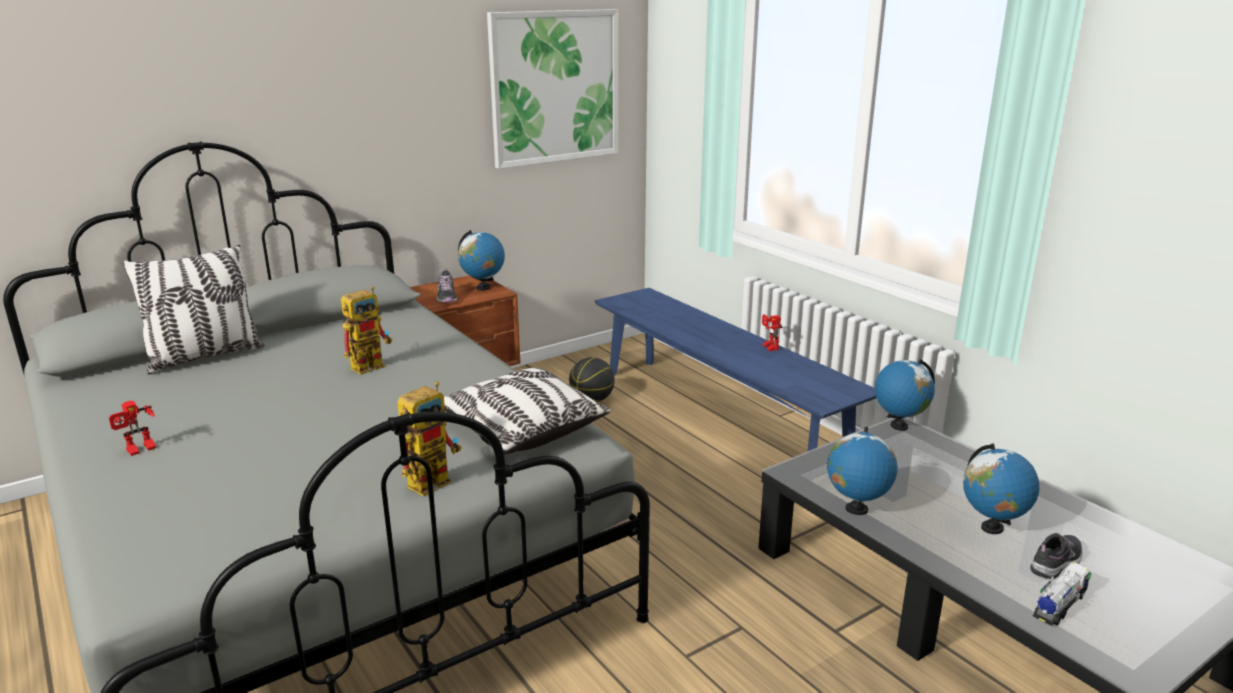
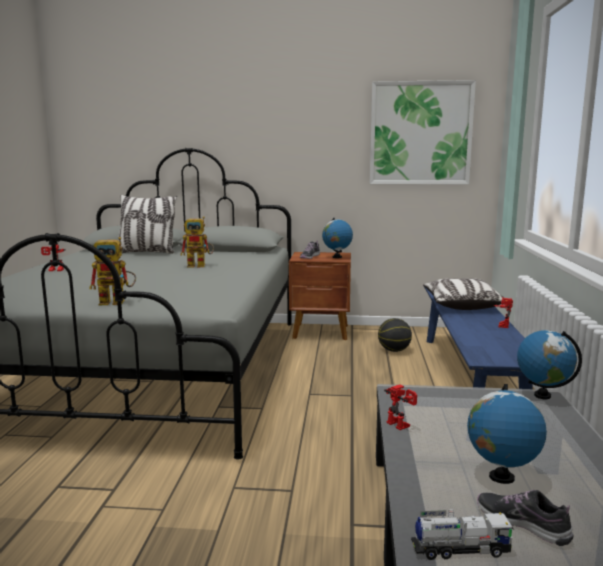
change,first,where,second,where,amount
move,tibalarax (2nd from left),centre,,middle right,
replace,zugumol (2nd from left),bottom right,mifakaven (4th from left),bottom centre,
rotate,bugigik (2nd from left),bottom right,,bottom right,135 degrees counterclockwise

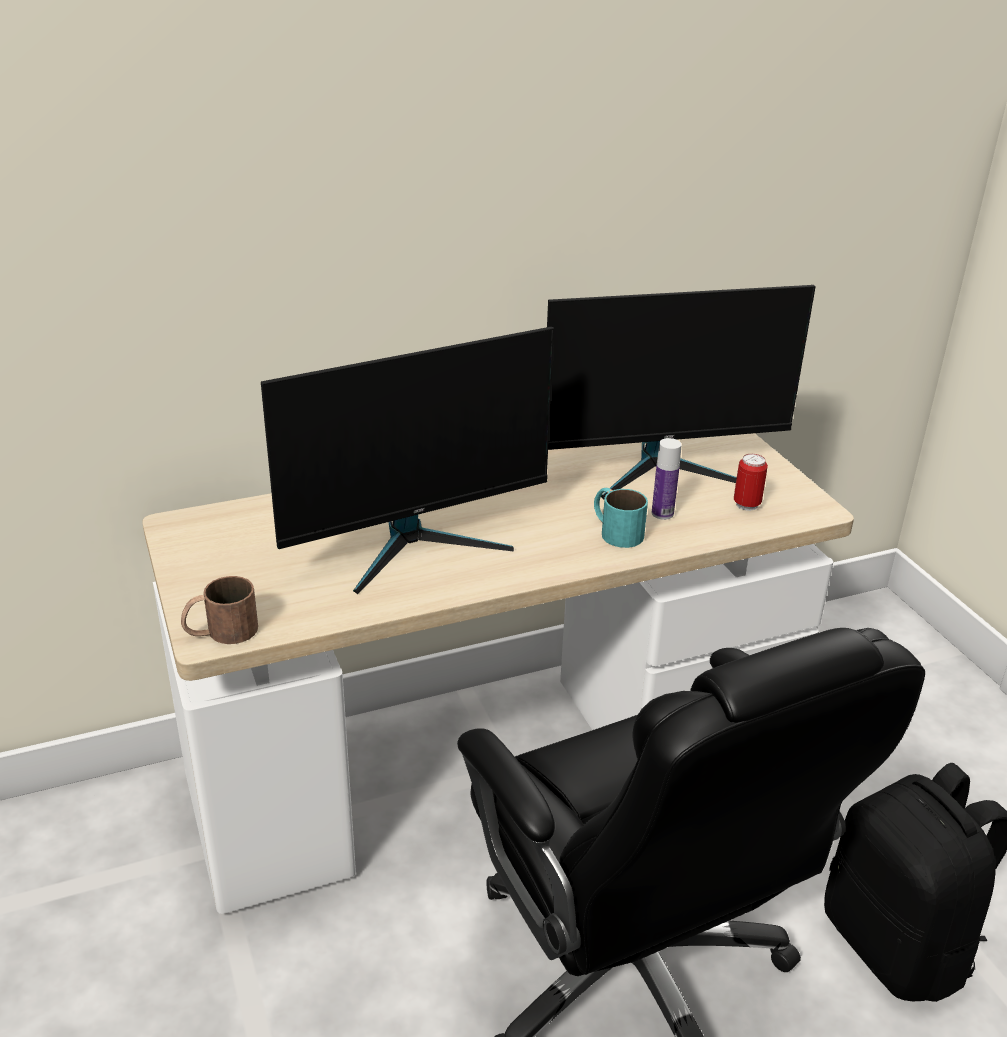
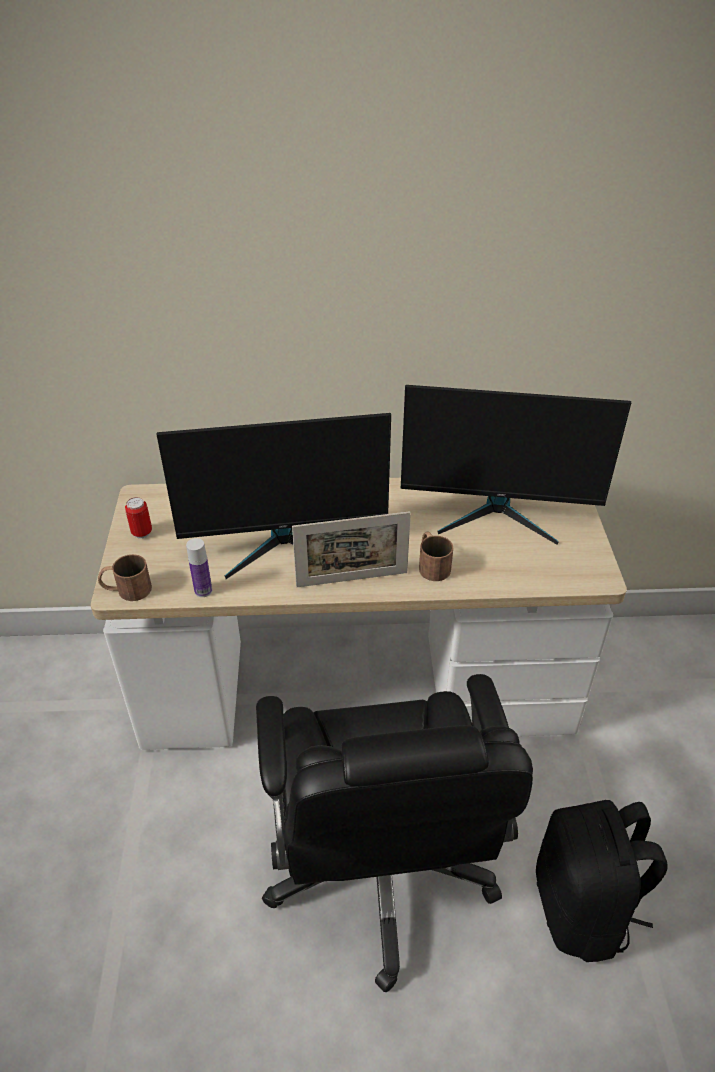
change,first,where,second,where,amount
recolor,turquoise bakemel,centre,brown bakemel (2nd from left),centre,
move,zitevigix,centre,,middle left,
move,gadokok,middle right,,middle left,
insert,,,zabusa,centre,

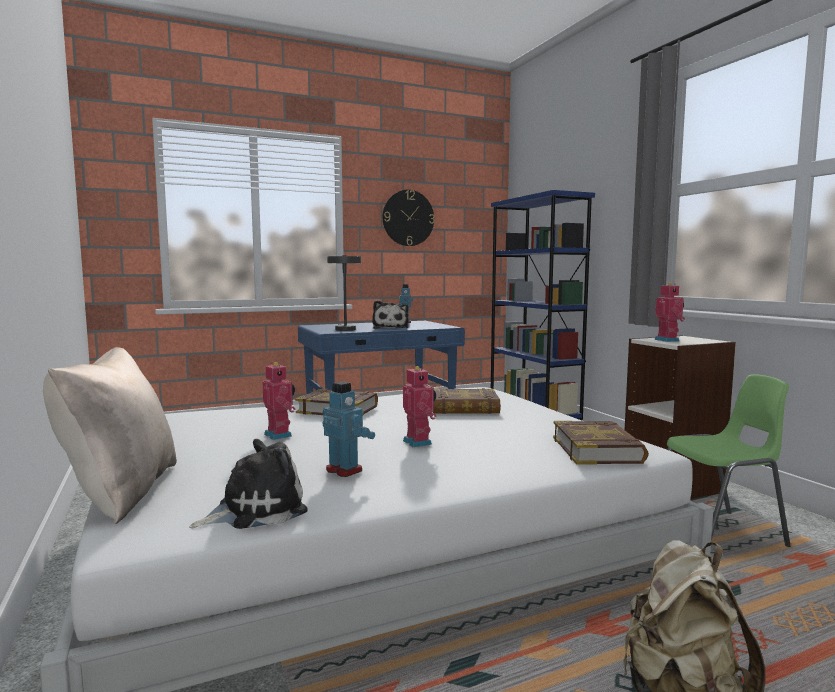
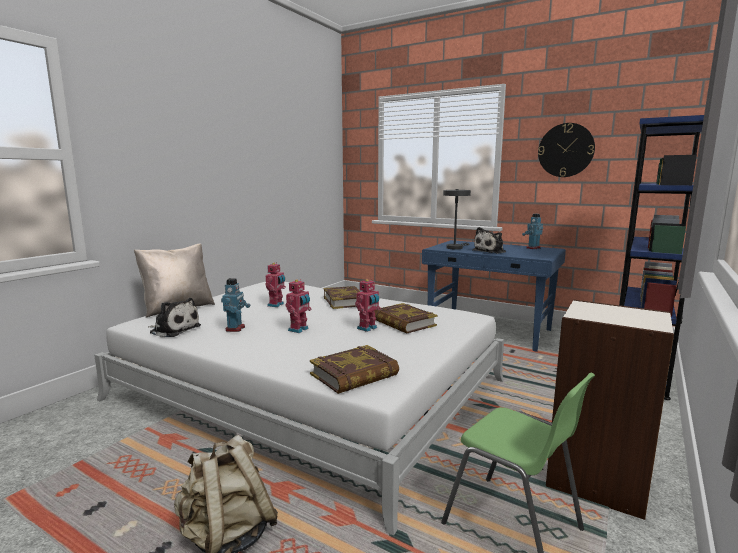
change,first,where,second,where,amount
move,mifakaven (5th from left in the first image),middle right,mifakaven (4th from left),centre,

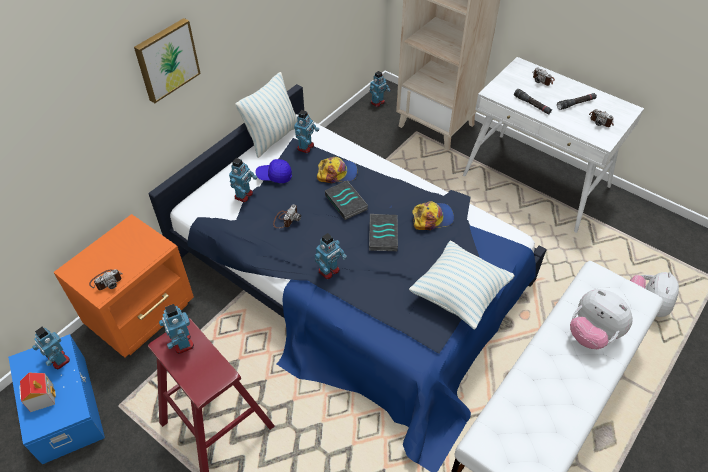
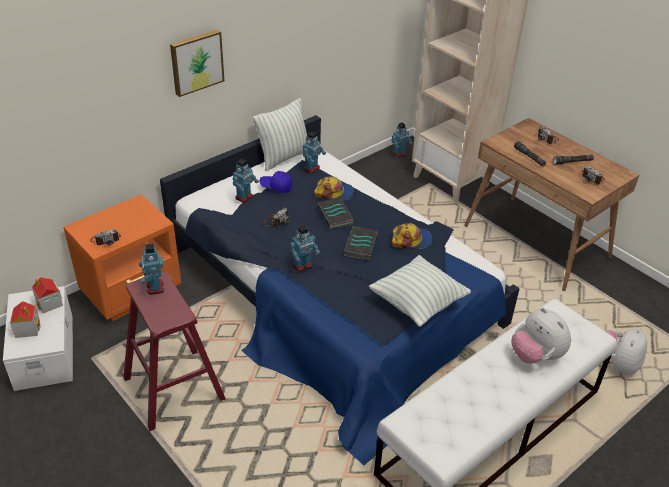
change,first,where,second,where,amount
recolor,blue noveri,bottom left,white noveri,bottom left,
replace,mifakaven (1st from left),bottom left,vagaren (2nd from left),middle left,
recolor,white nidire,top right,brown nidire,middle right,

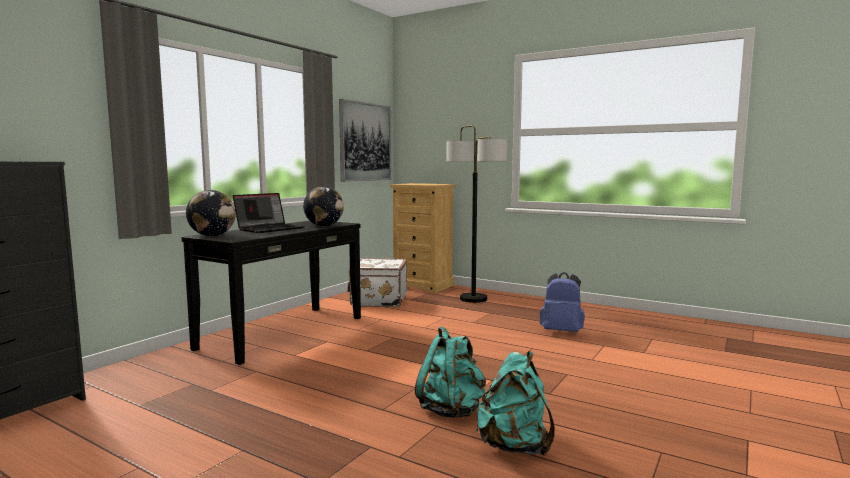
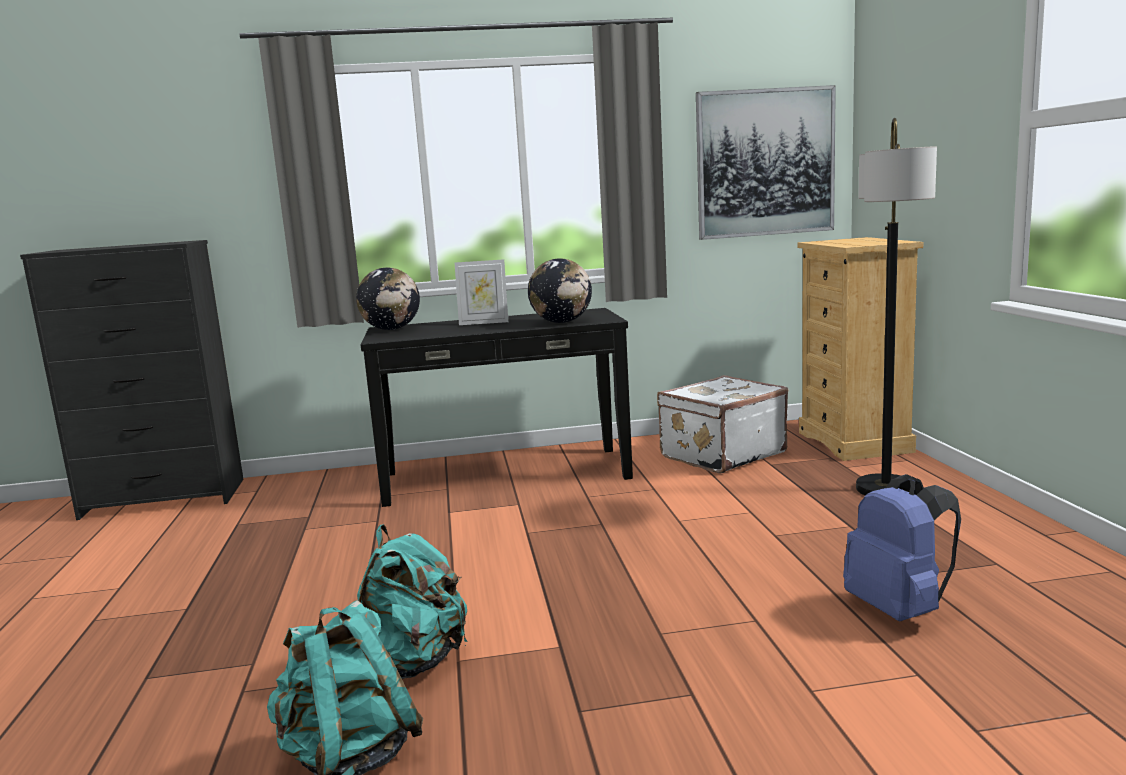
change,first,where,second,where,amount
replace,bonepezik,middle left,zabusa,centre,

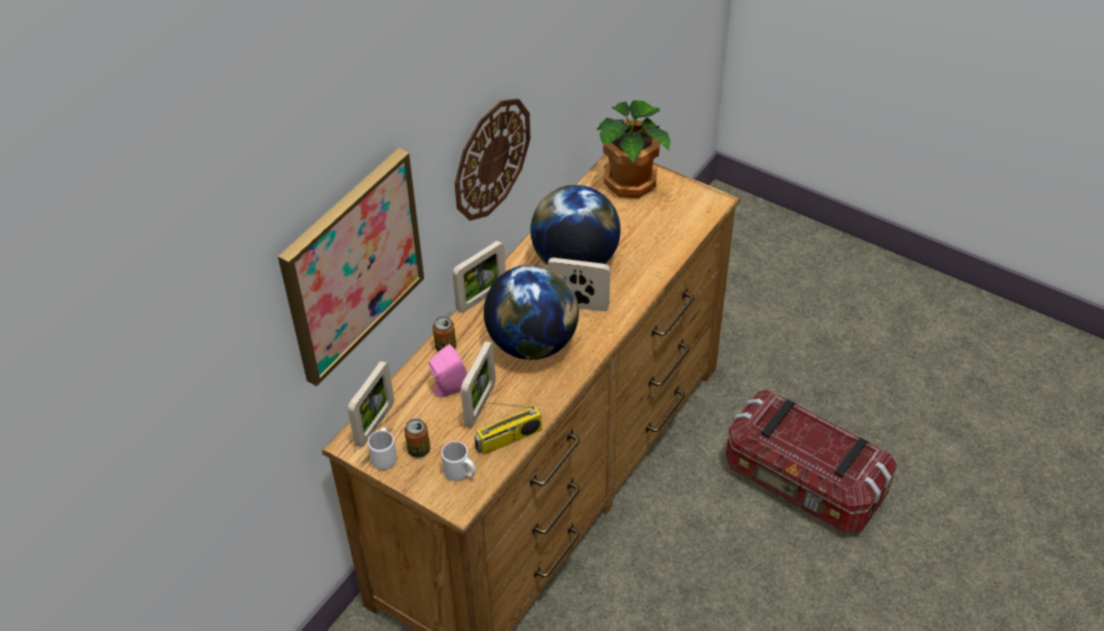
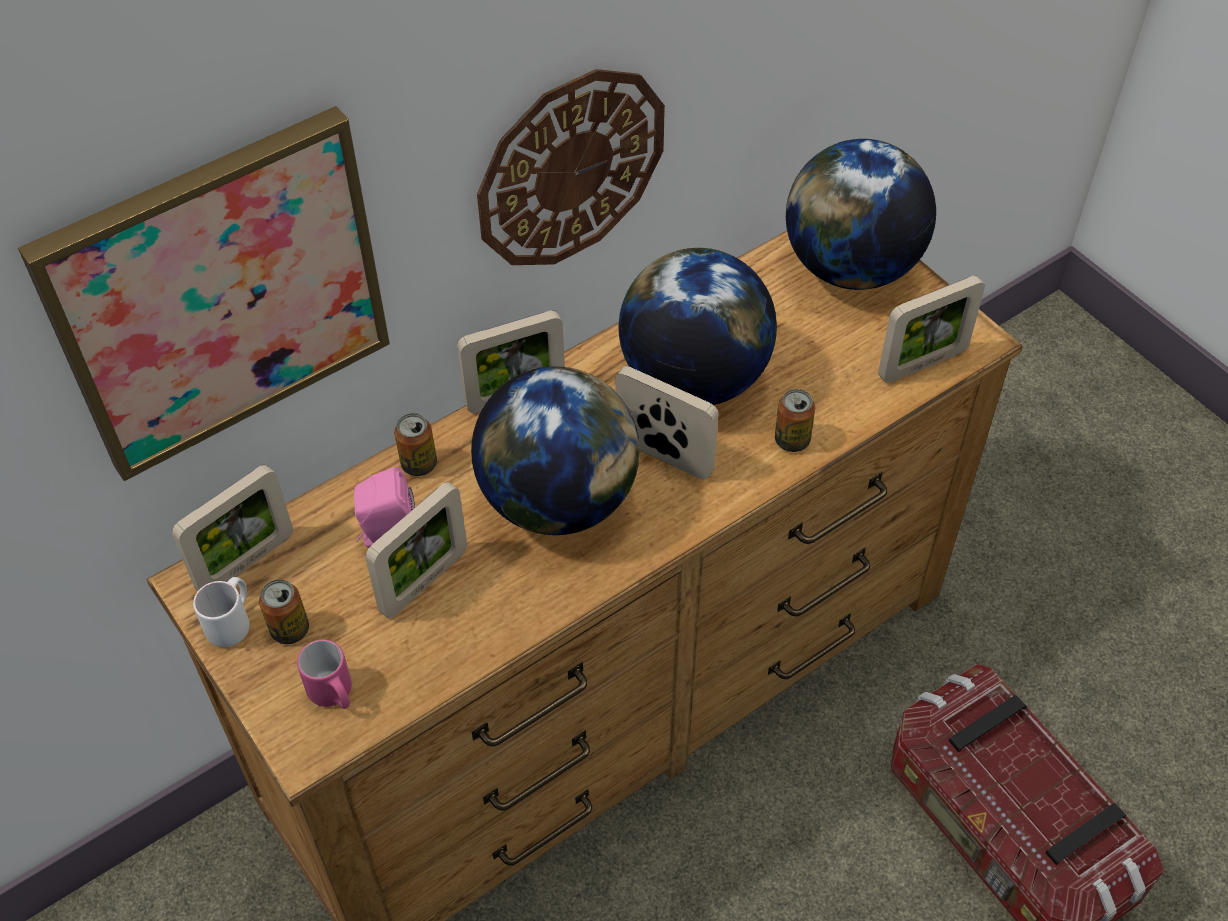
change,first,where,second,where,amount
recolor,white bakemel (2nd from left),bottom centre,pink bakemel,bottom left,
delete,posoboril,bottom centre,,,
replace,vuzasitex,top centre,zugumol (3rd from left),top right,
insert,,,gadokok (3rd from left),centre,
insert,,,zabusa (5th from left),middle right,

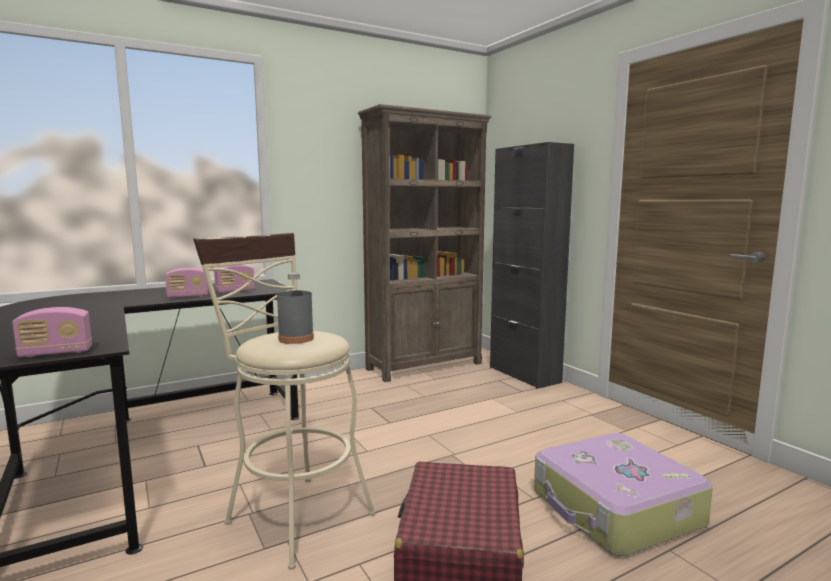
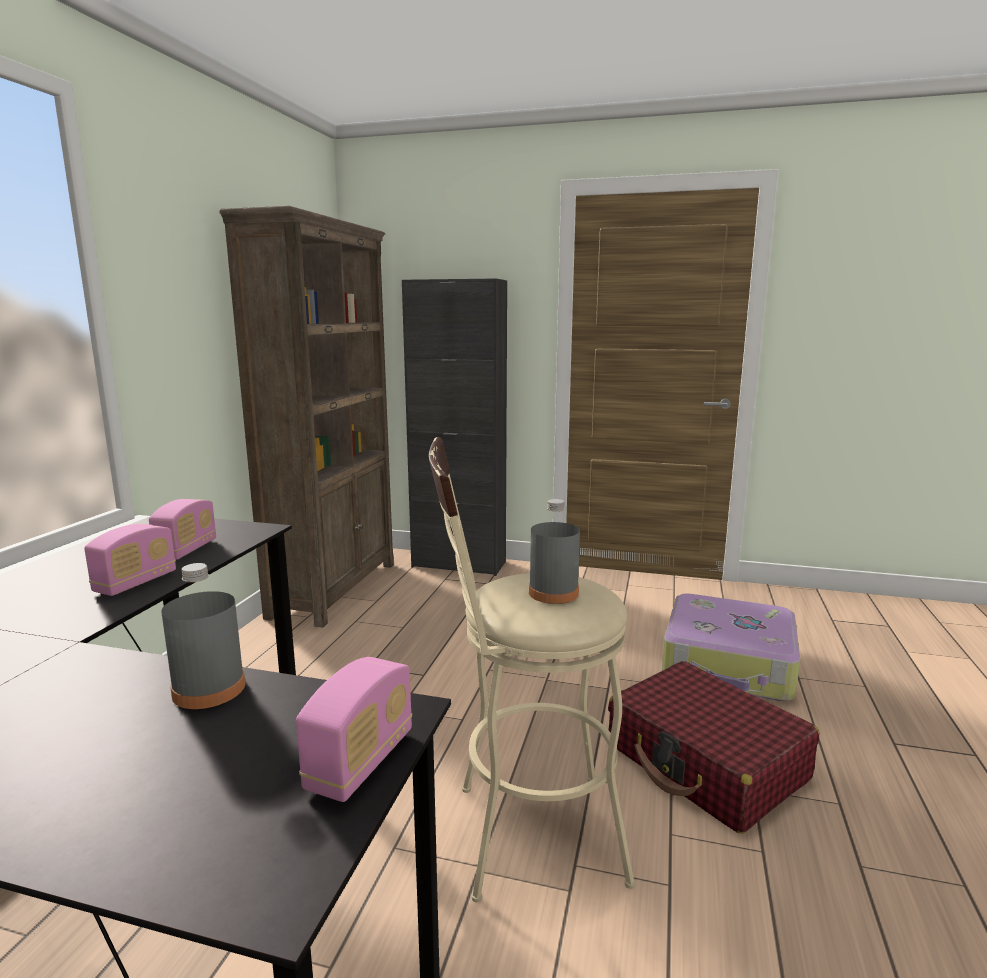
change,first,where,second,where,amount
insert,,,grey zitevigix (1st from left),middle left,

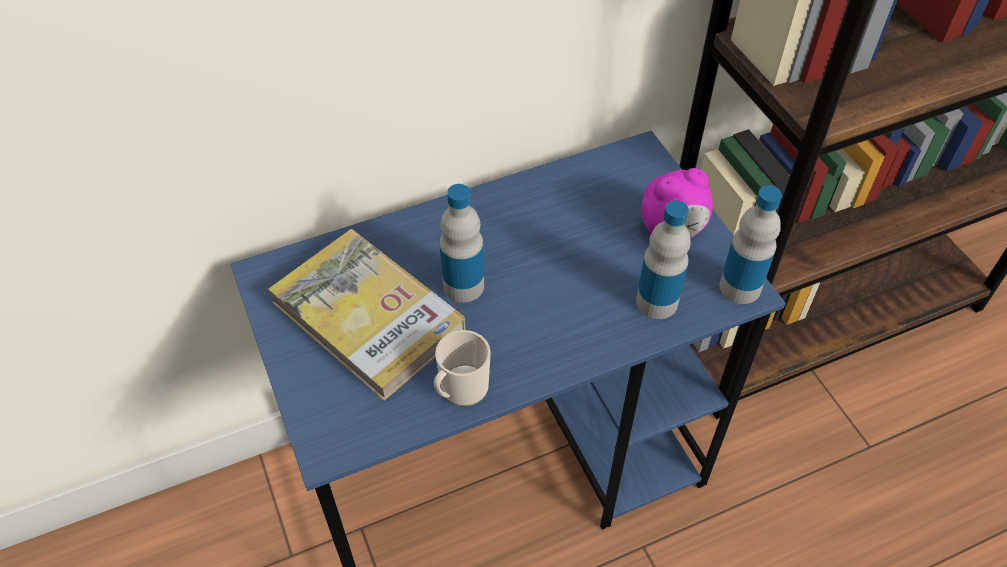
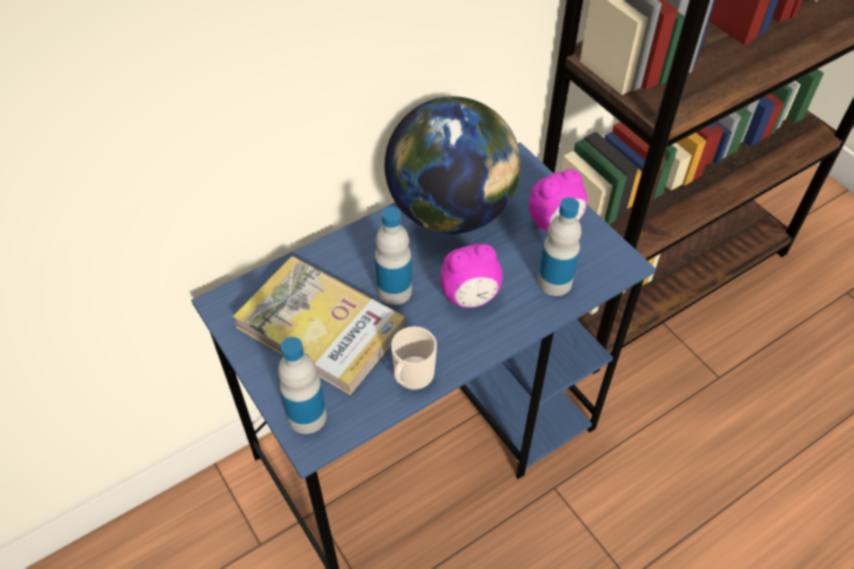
change,first,where,second,where,amount
move,zitevigix (3rd from left in the first image),middle right,zitevigix (1st from left),bottom centre,
insert,,,zugumol,top centre,
insert,,,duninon (1st from left),centre,

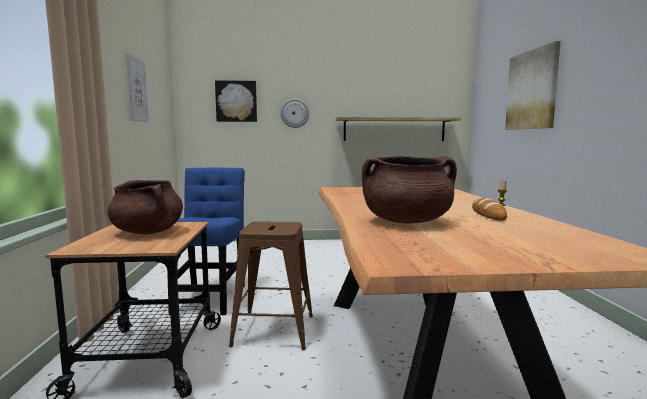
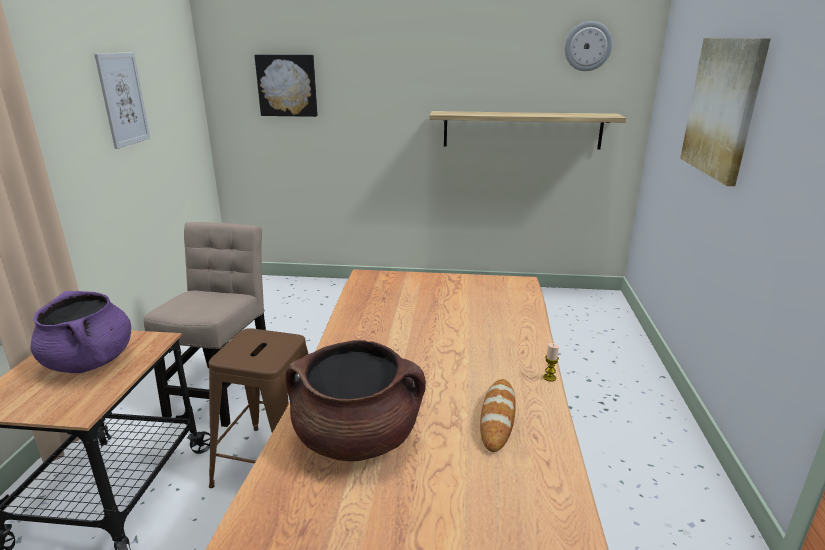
change,first,where,second,where,amount
recolor,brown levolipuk (1st from left),middle left,purple levolipuk,middle left,
recolor,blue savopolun,middle left,beige savopolun,middle left,
move,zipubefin,top centre,,top right,

